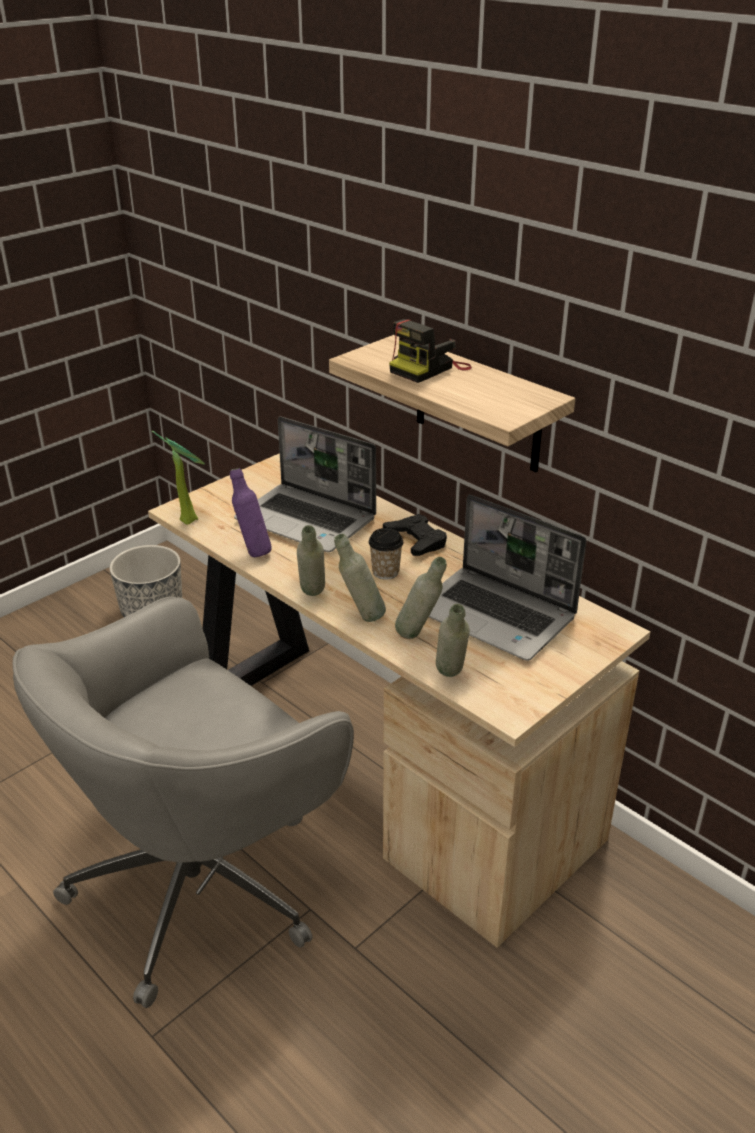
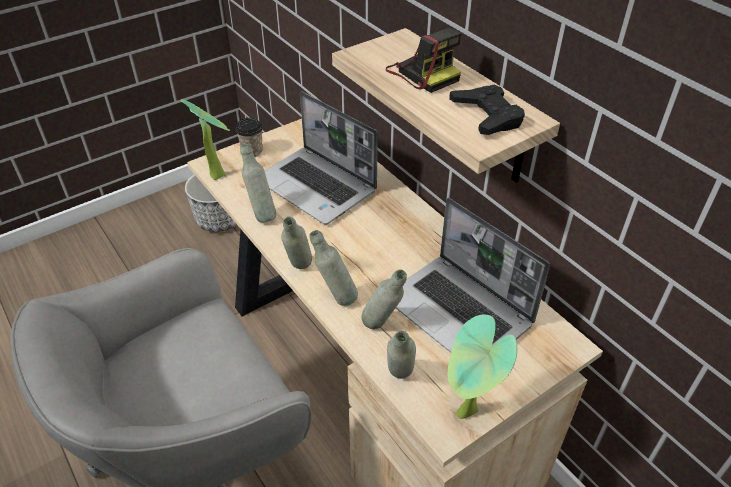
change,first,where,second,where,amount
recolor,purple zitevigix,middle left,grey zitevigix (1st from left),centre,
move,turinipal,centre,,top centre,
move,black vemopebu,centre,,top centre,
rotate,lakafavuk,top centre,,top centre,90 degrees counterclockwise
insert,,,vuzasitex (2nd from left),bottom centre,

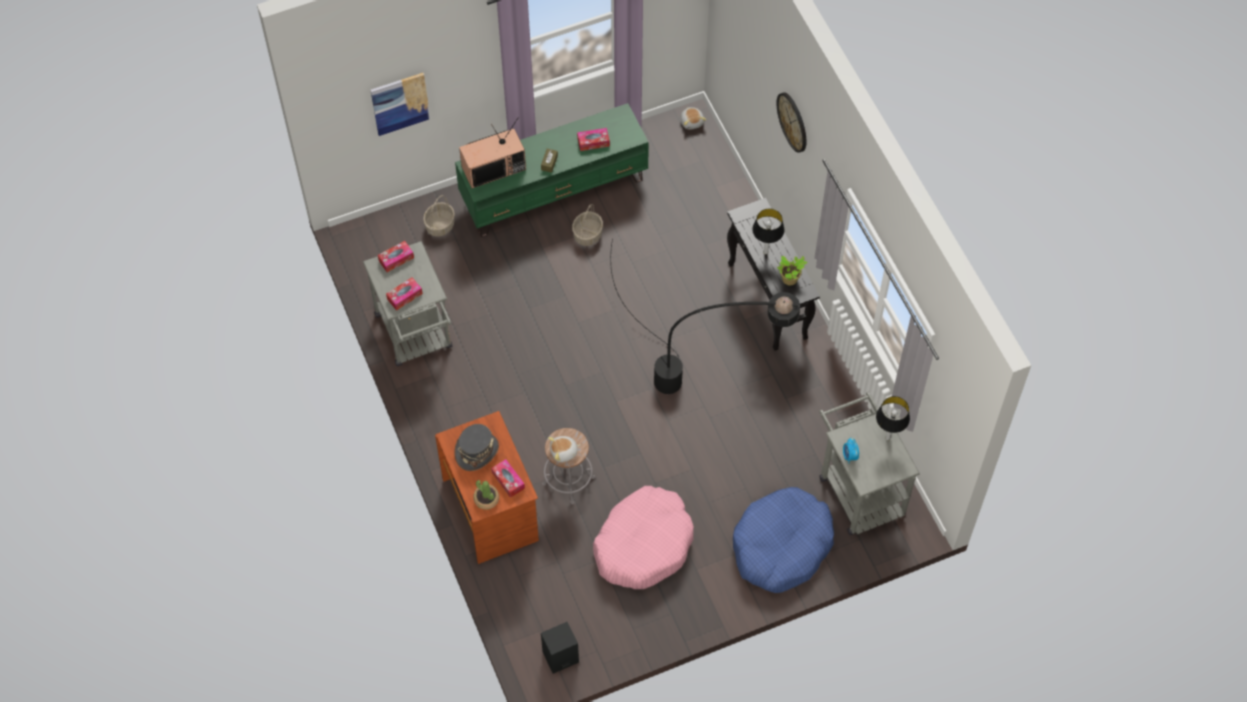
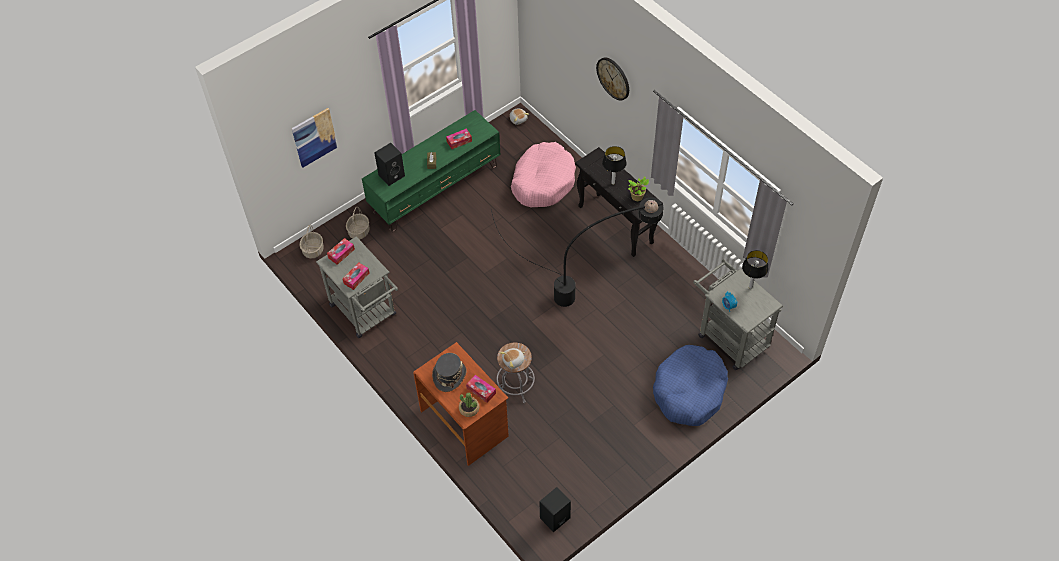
change,first,where,second,where,amount
replace,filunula,top centre,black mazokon (1st from left),top centre,
move,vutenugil (2nd from left in the first image),top centre,vutenugil (1st from left),middle left,
move,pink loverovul,bottom centre,,top centre,

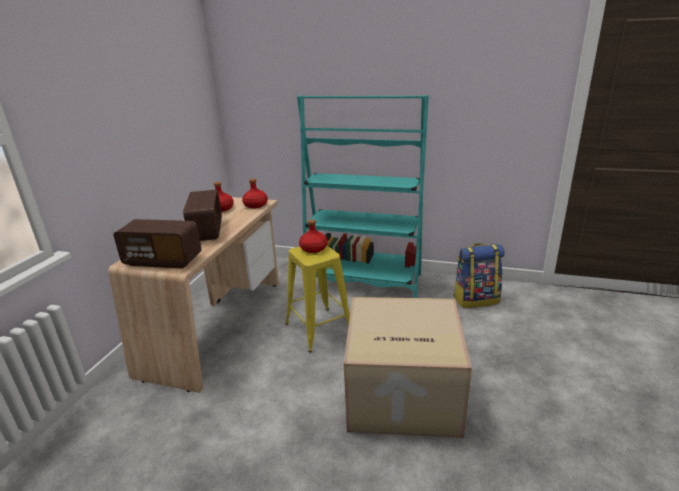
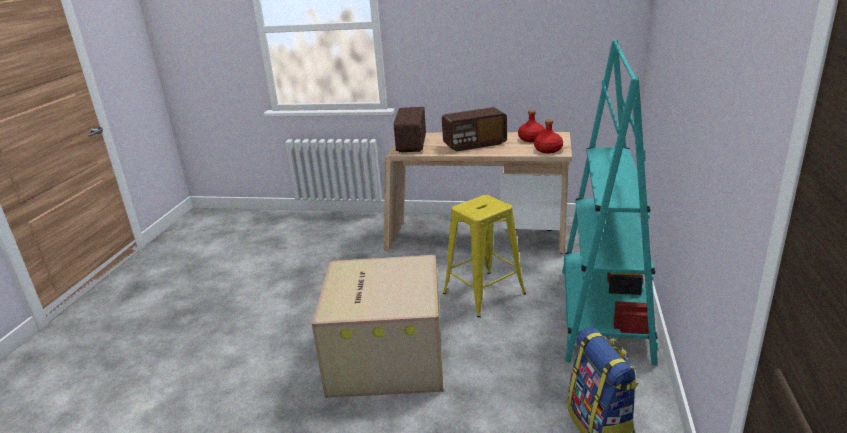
change,first,where,second,where,amount
delete,red zitevigix (3rd from left),centre,,,

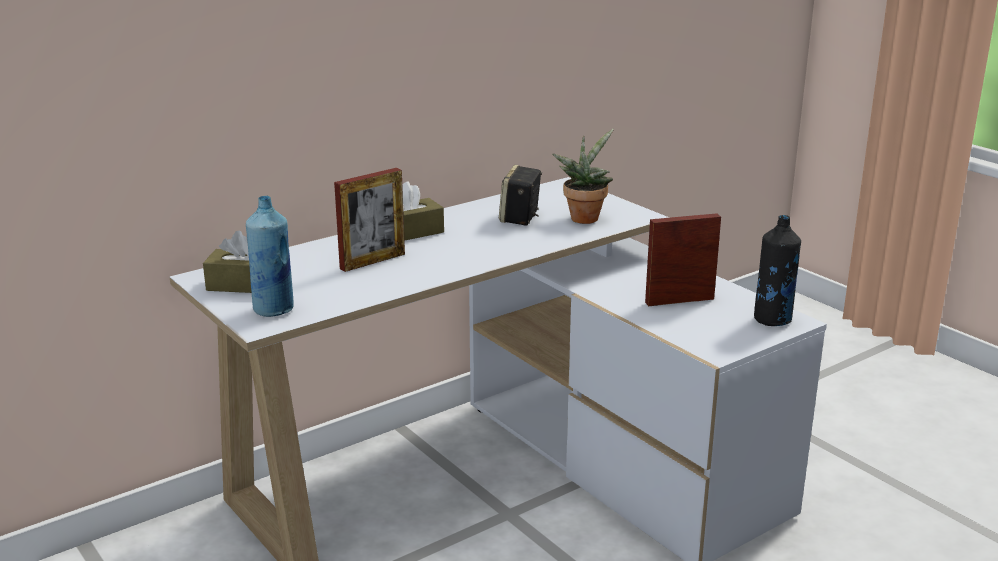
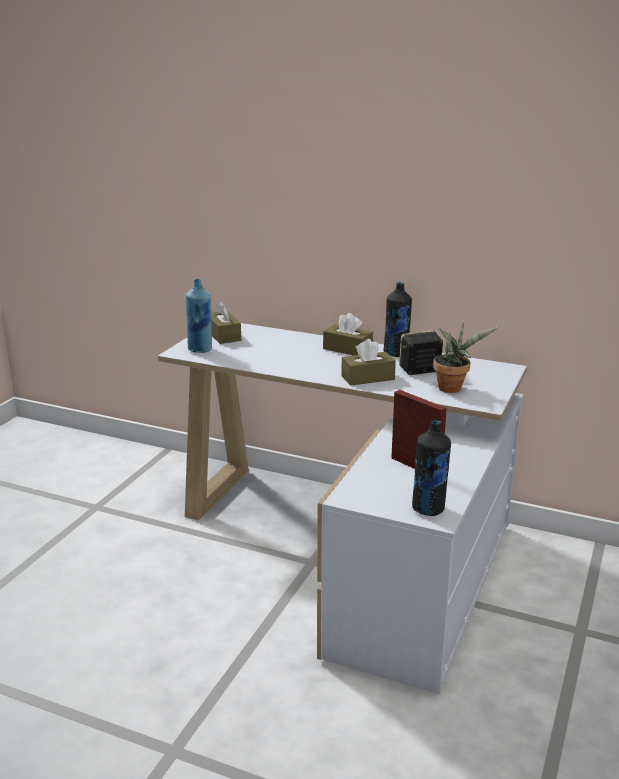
change,first,where,second,where,amount
delete,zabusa (1st from left),centre,,,
insert,,,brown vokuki (3rd from left),centre,
insert,,,black zitevigix (1st from left),centre,

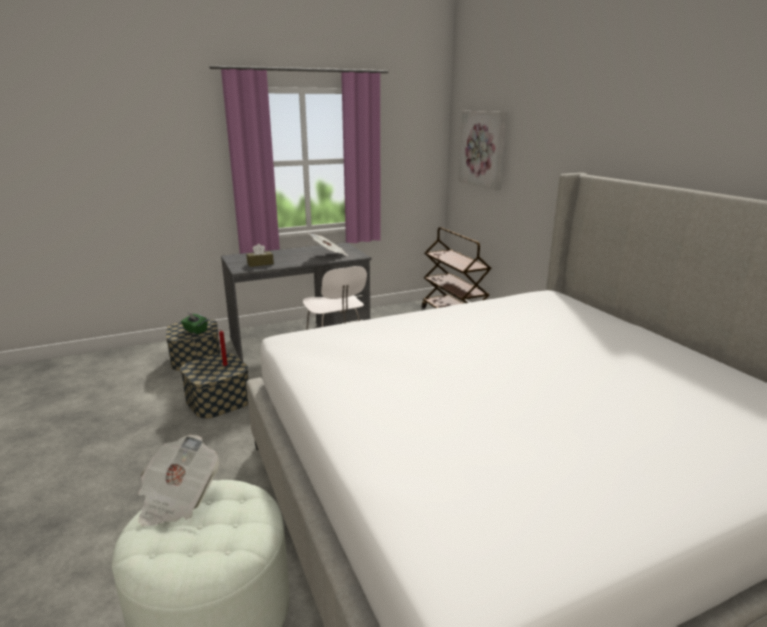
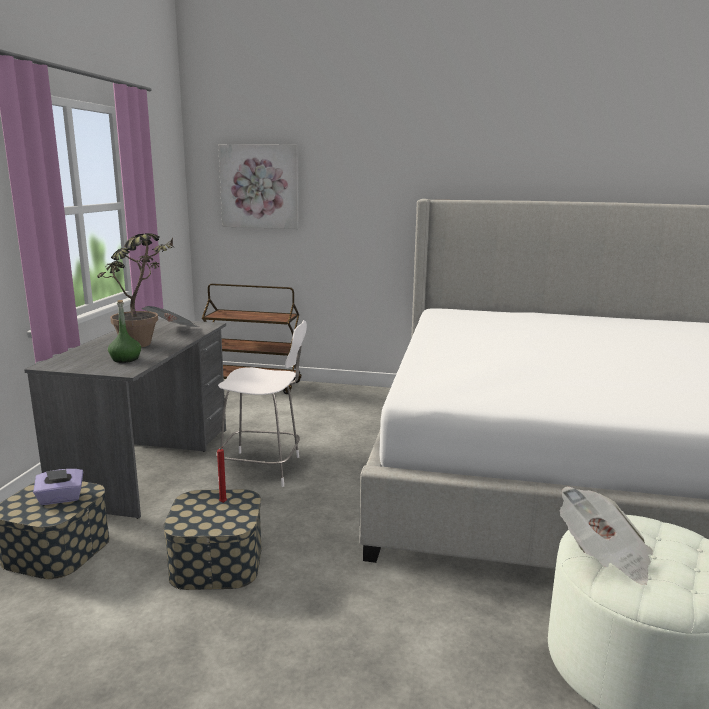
change,first,where,second,where,amount
recolor,green vokuki,middle left,purple vokuki,bottom left,
replace,brown vokuki,centre,green zitevigix,middle left,
insert,,,vuzasitex,middle left,

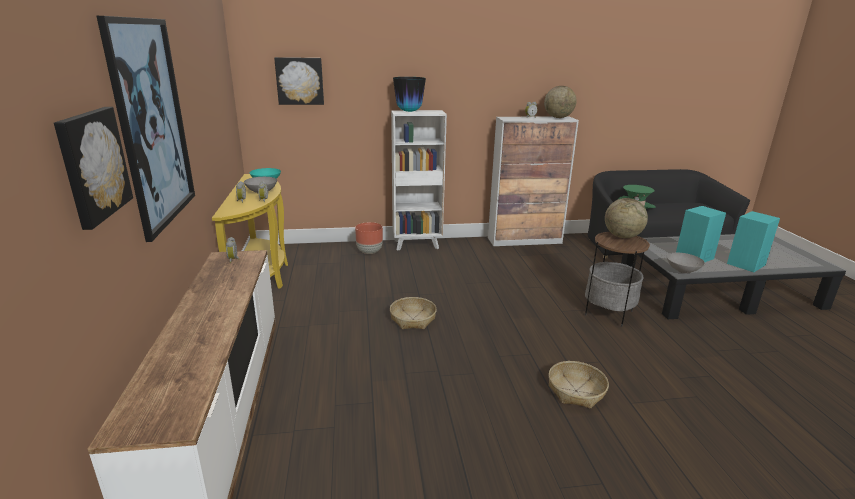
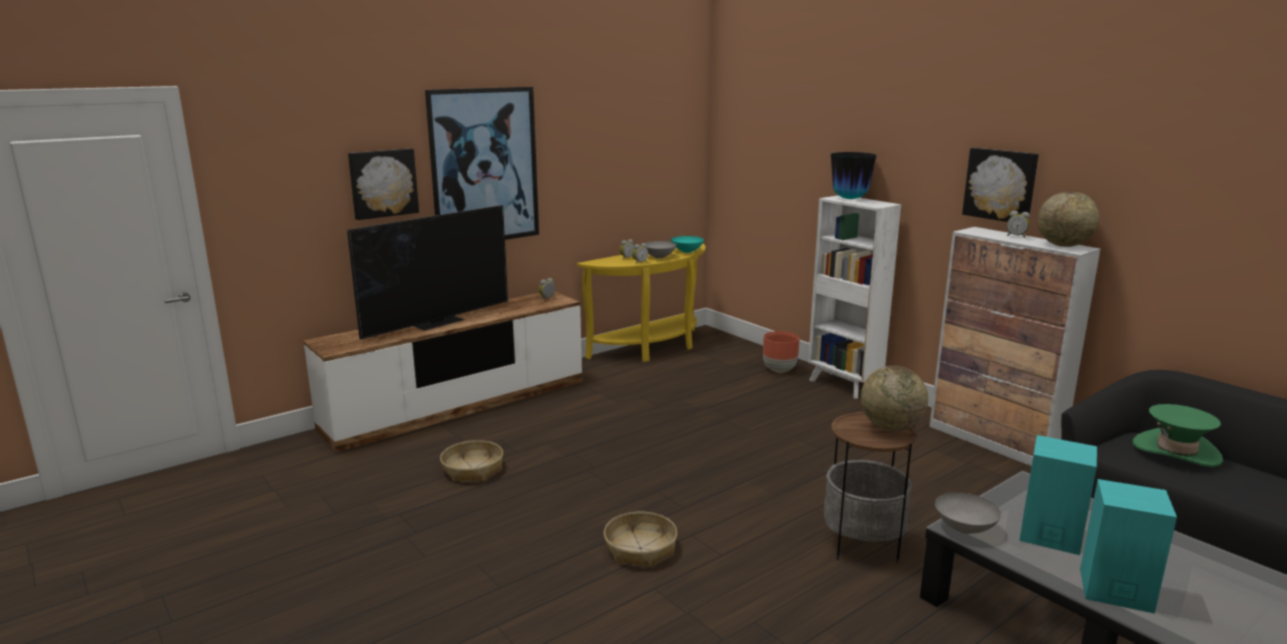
change,first,where,second,where,amount
move,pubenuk (3rd from left),top centre,,top right,
move,vutenugil (1st from left),centre,,bottom centre,
insert,,,filunula,middle left,

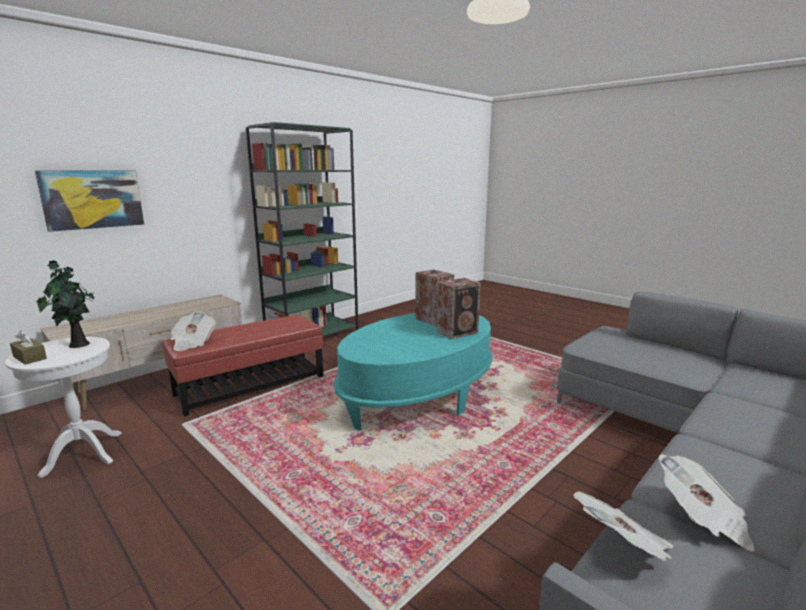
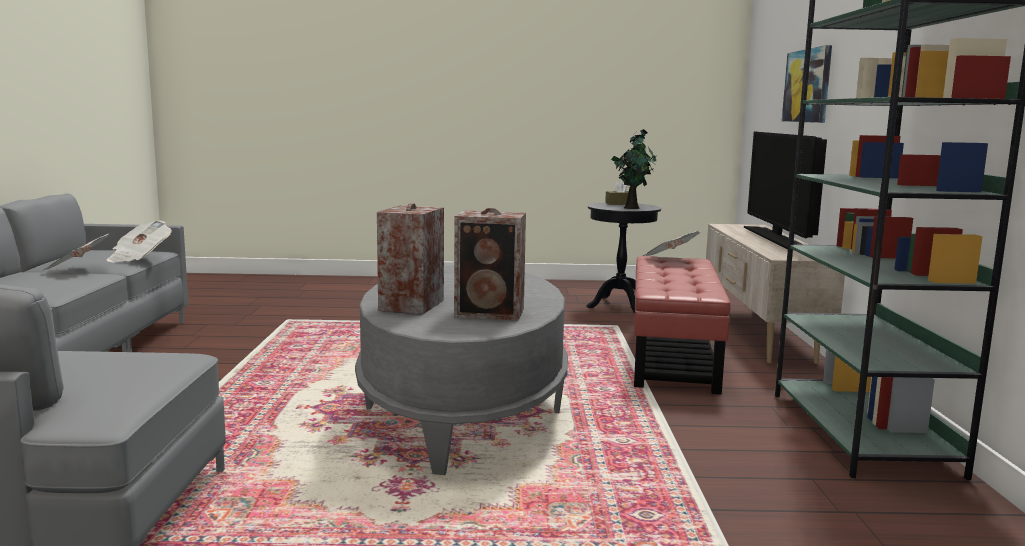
change,first,where,second,where,amount
recolor,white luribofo,bottom left,black luribofo,centre,
recolor,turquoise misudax,centre,grey misudax,bottom centre,
insert,,,filunula,middle right,

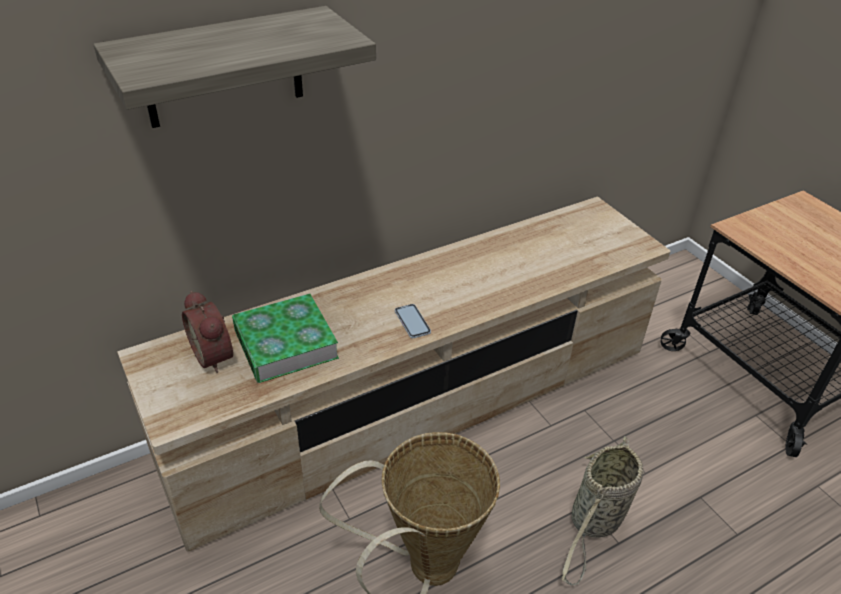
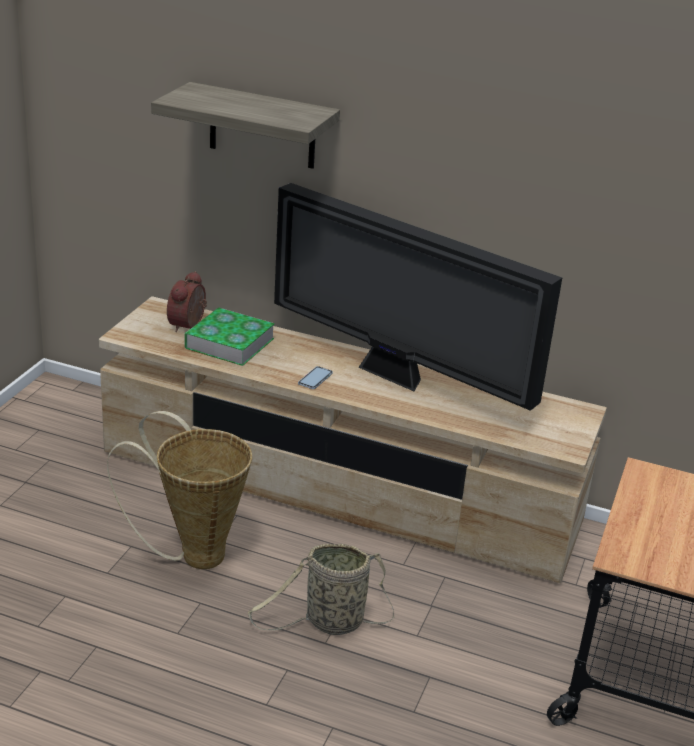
change,first,where,second,where,amount
insert,,,filunula,centre,

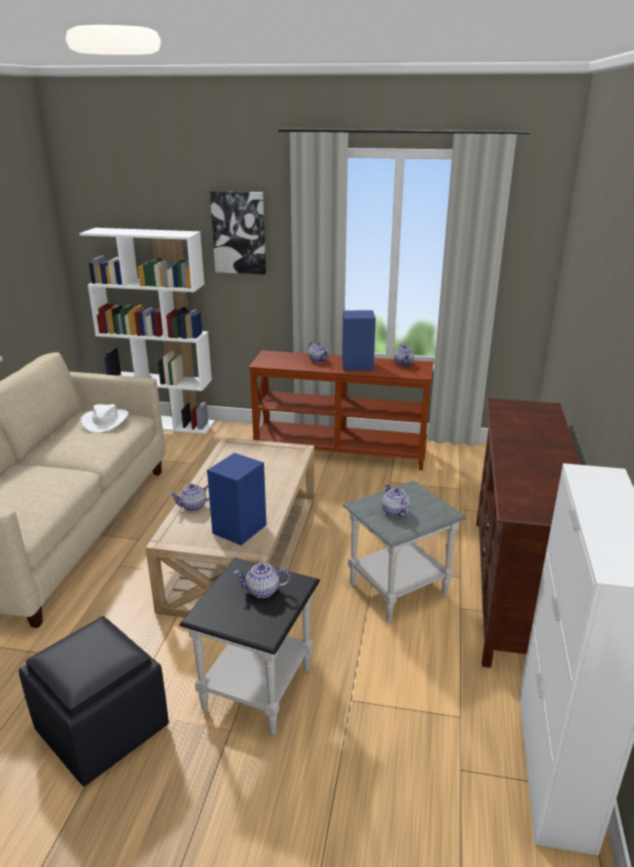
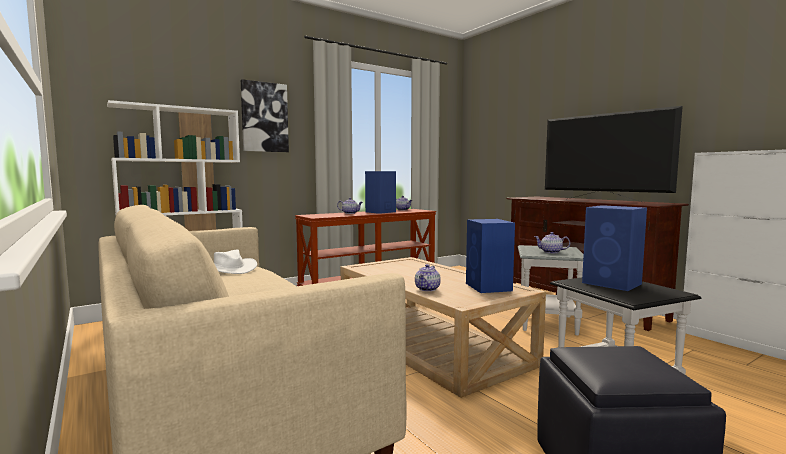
change,first,where,second,where,amount
replace,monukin (2nd from left),bottom centre,blue mazokon (3rd from left),middle right,
insert,,,filunula,middle right,

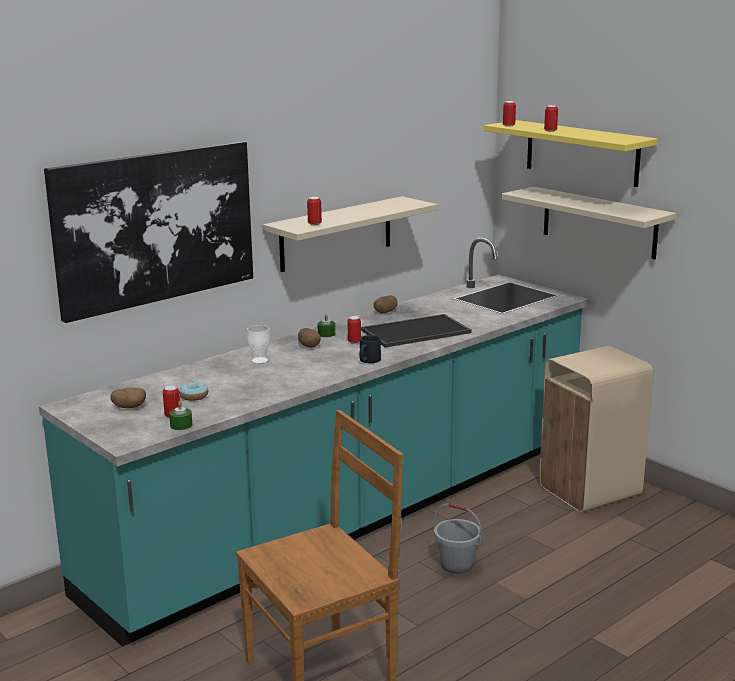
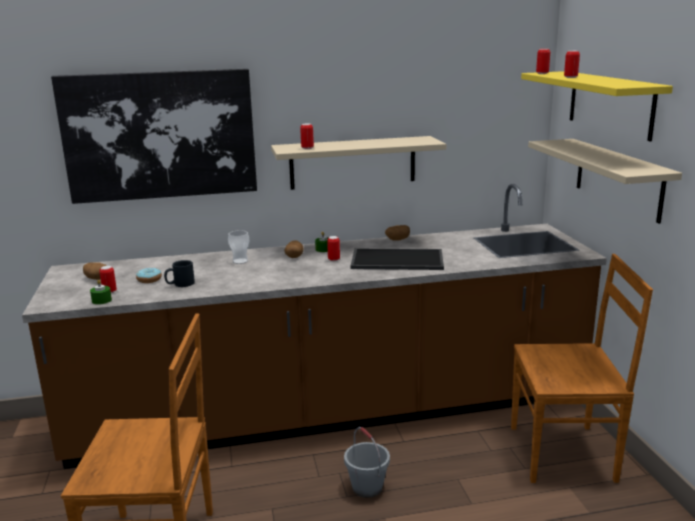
change,first,where,second,where,amount
recolor,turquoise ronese,centre,brown ronese,centre,
move,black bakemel,centre,,middle left,
replace,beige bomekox,middle right,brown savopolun (2nd from left),bottom right,

